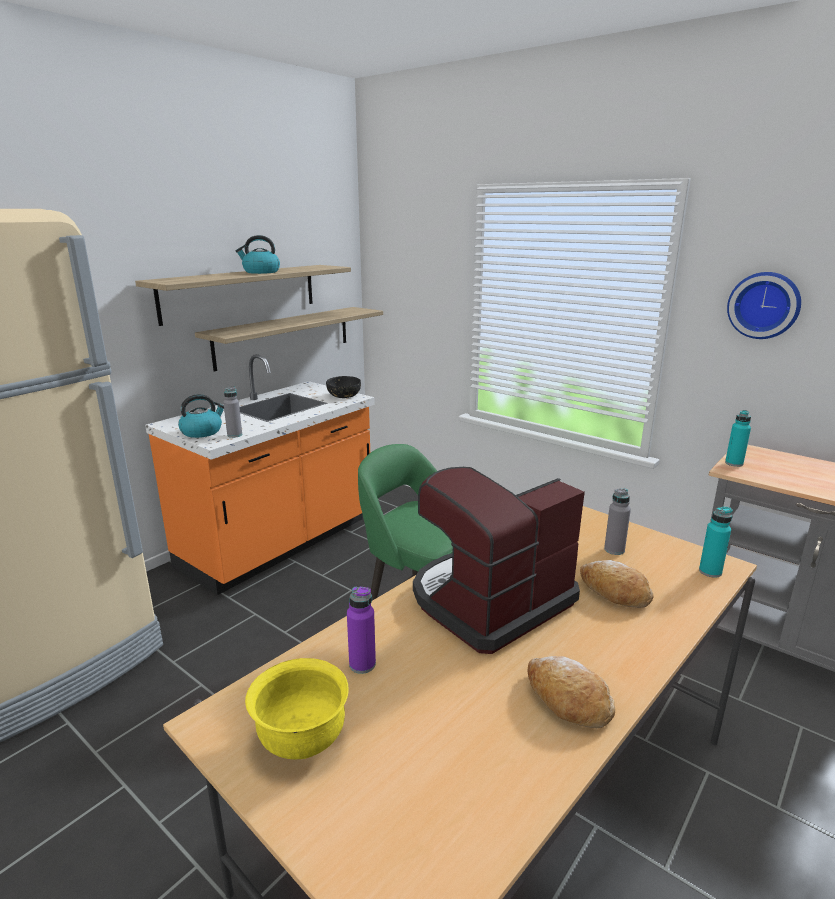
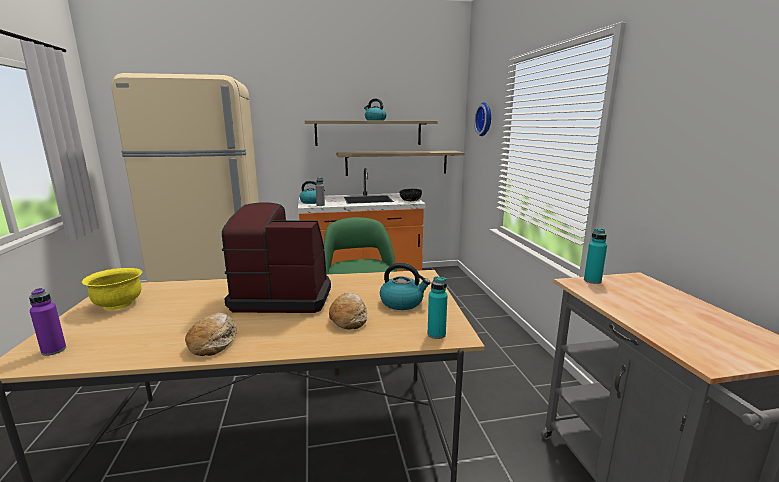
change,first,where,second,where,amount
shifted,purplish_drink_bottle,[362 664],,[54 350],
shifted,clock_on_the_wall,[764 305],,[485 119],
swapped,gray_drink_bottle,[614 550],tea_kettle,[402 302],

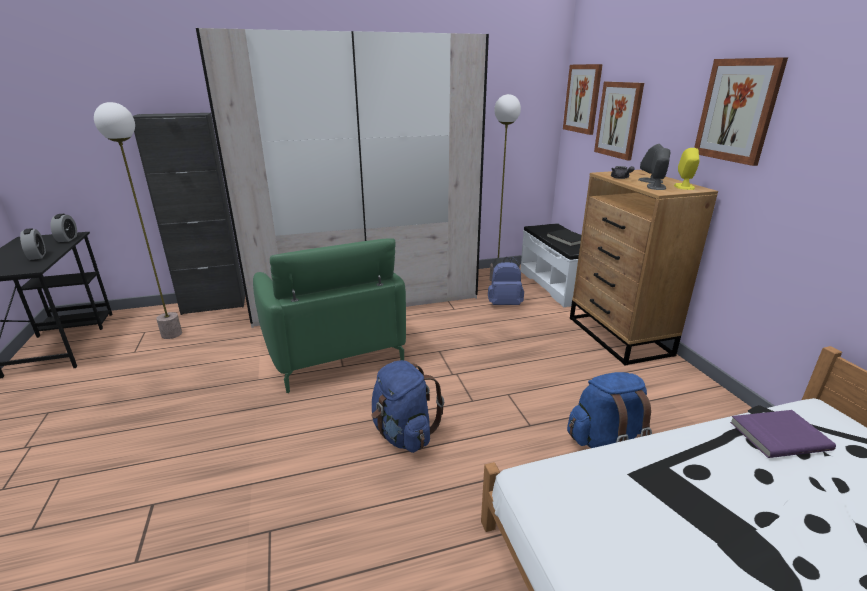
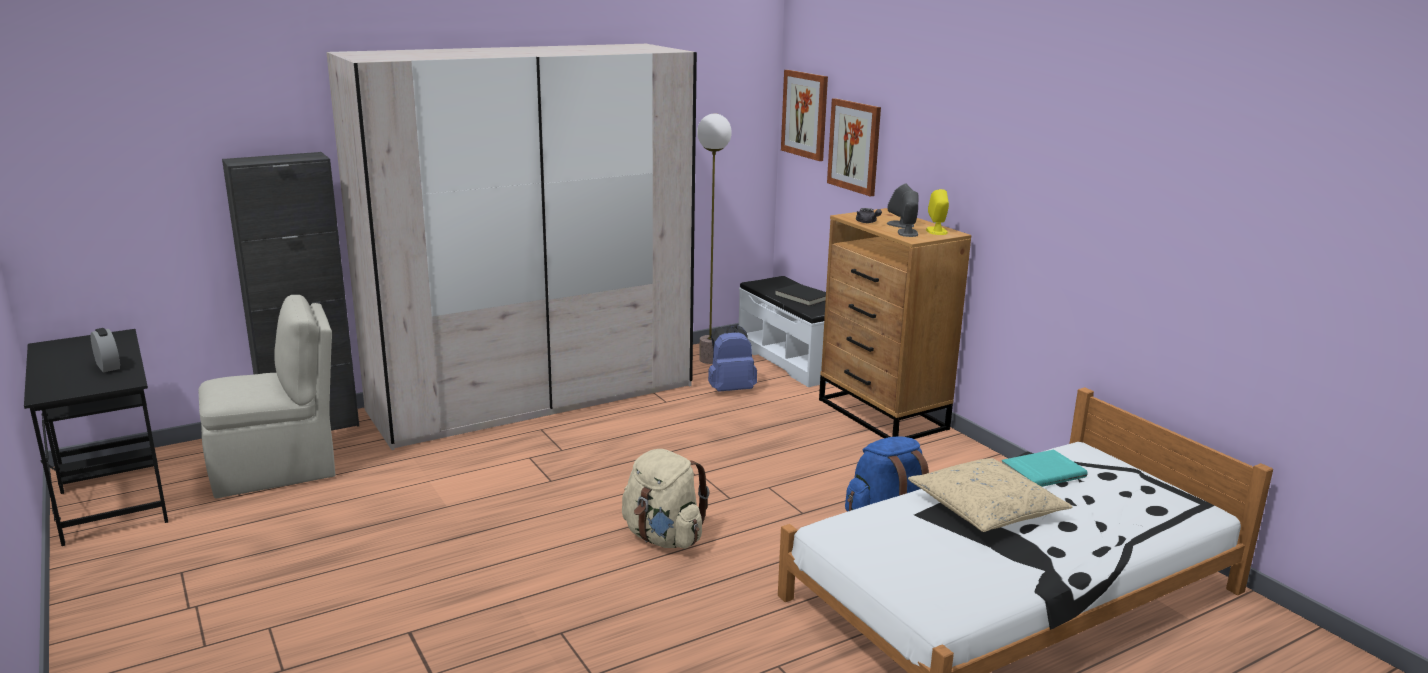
change,first,where,second,where,amount
gone,bedside_clock,[67 239],,,
gone,green_lounge_chair,[333 350],,,
gone,picture,[737 110],,,
new,,,beige_throw_pillow,[985 508],
swapped,floor_lamp,[172 334],beige_chair,[277 469],
repainted,bluish_rucksack,[403 434],beige_rucksack,[663 538],
repainted,purplish_bound_book,[778 435],blue-green_bound_book,[1042 471],

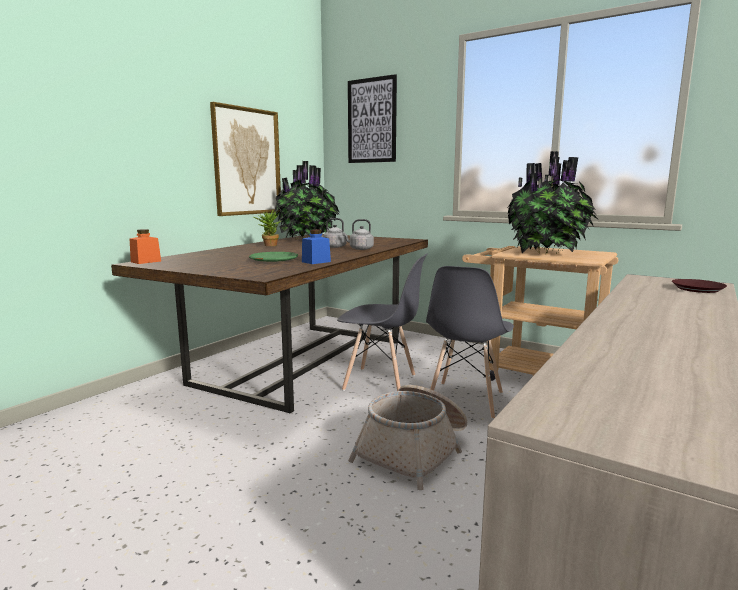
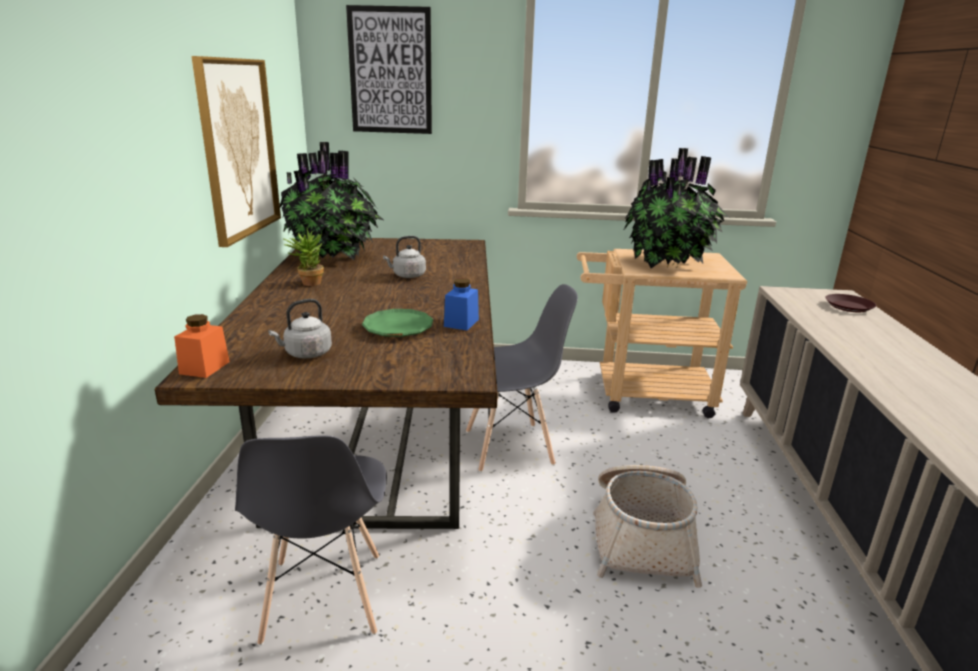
change,first,where,second,where,amount
shifted,gray_tea_kettle,[360 249],,[306 354],
shifted,gray_chair,[465 400],,[323 598],

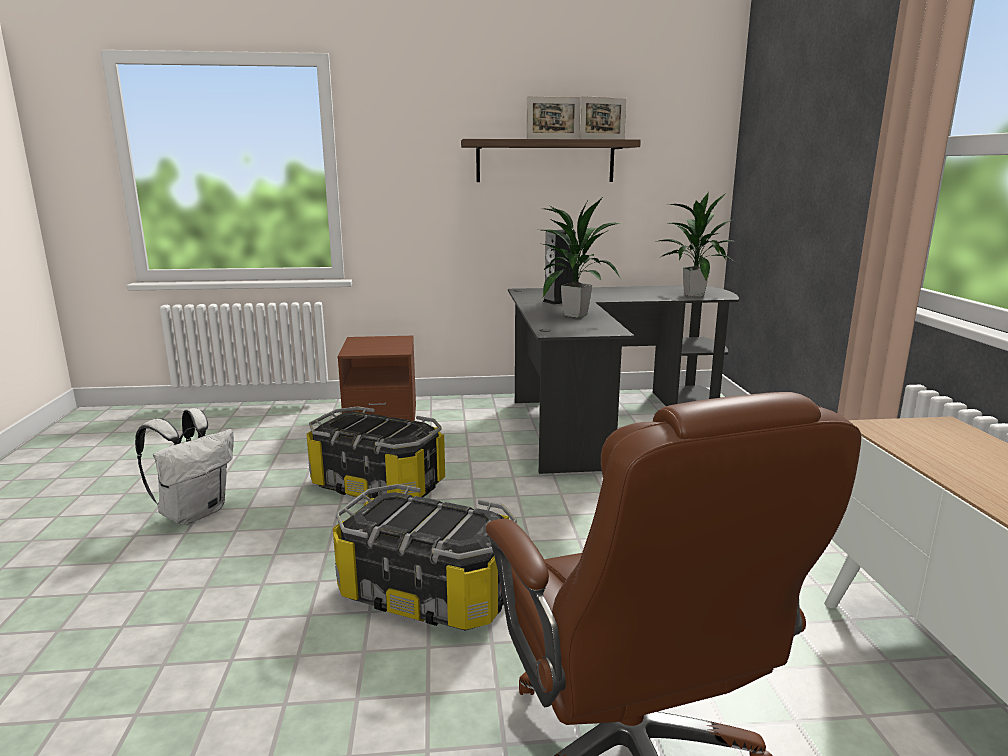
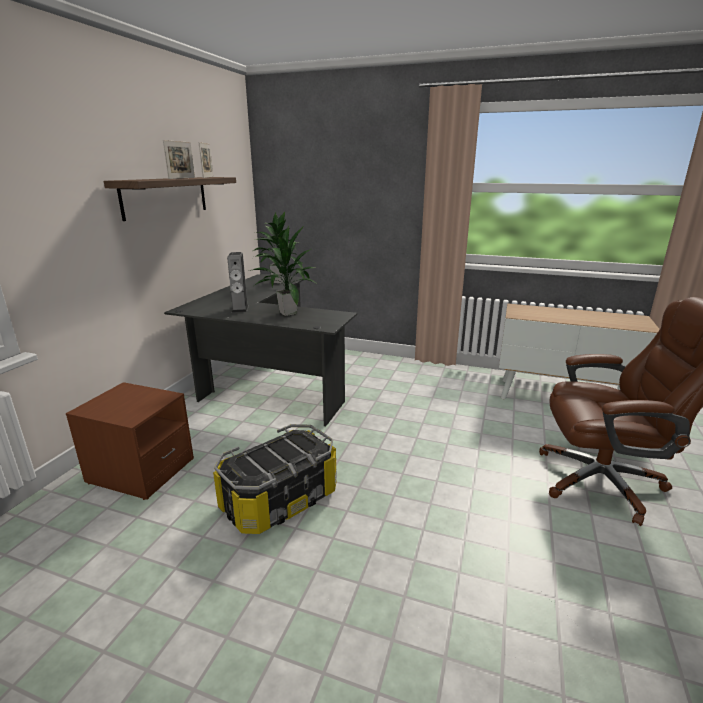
change,first,where,second,where,amount
gone,white-coloured_rucksack,[194 512],,,
gone,storage_container,[429 593],,,

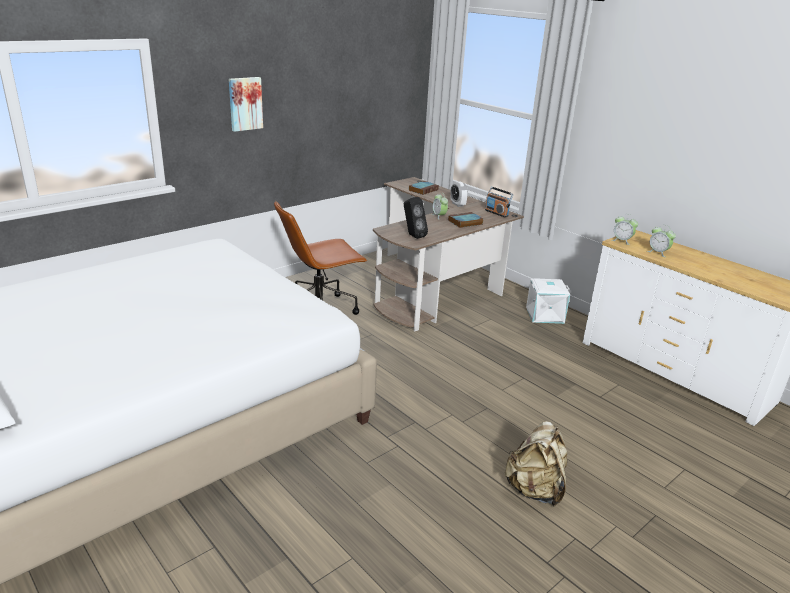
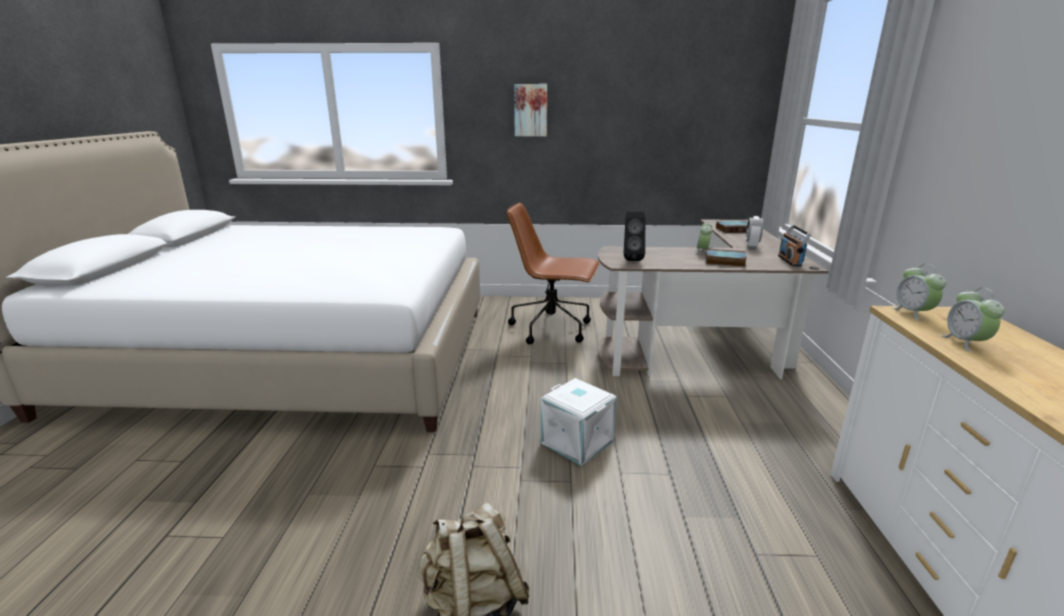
change,first,where,second,where,amount
shifted,white-coloured_storage_container,[545 314],,[578 442],

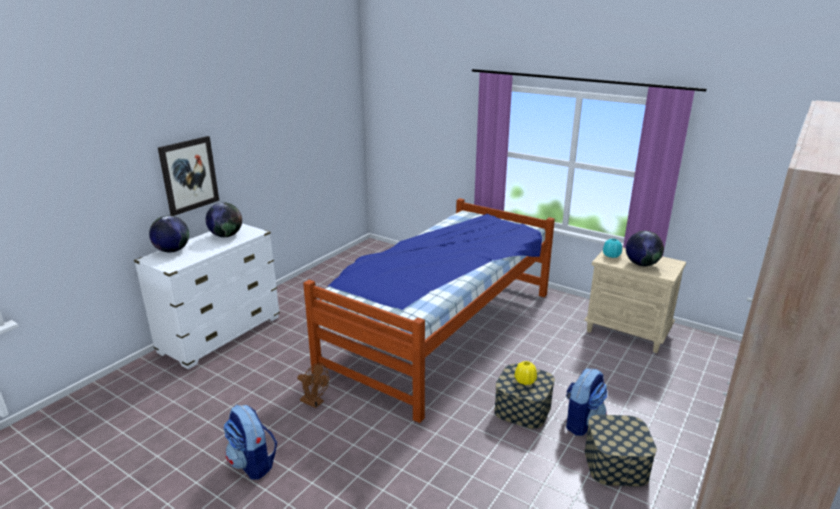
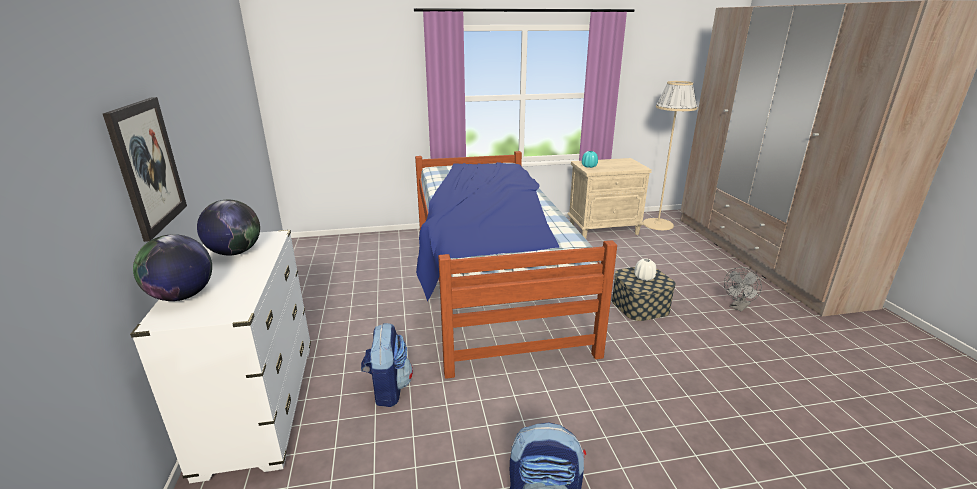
change,first,where,second,where,amount
gone,brown-coloured_cooling_fan,[315 402],,,
gone,desk_globe,[641 264],,,
new,,,beige_floor_lamp,[658 224],
shifted,rucksack,[582 422],,[388 389],
swapped,storage_container,[616 464],gray_cooling_fan,[738 307],
repainted,yellowish_flower_vase,[525 381],white-coloured_flower_vase,[644 278],

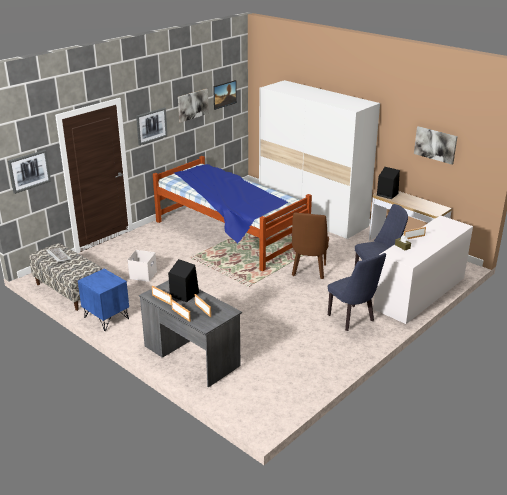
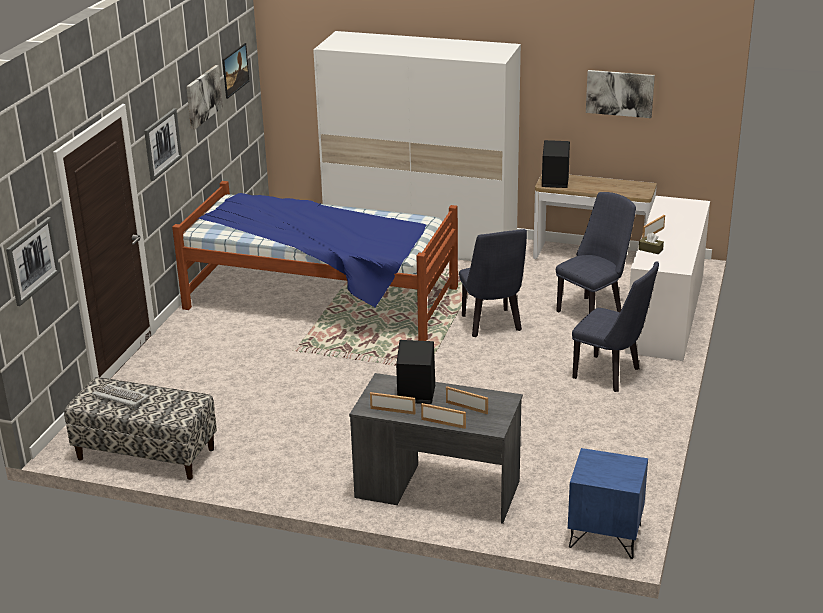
change,first,where,second,where,amount
gone,white-coloured_storage_container,[143 275],,,
shifted,bluish_night_table,[106 318],,[604 536],
repainted,brown-coloured_chair,[309 272],bluish_chair,[492 325],

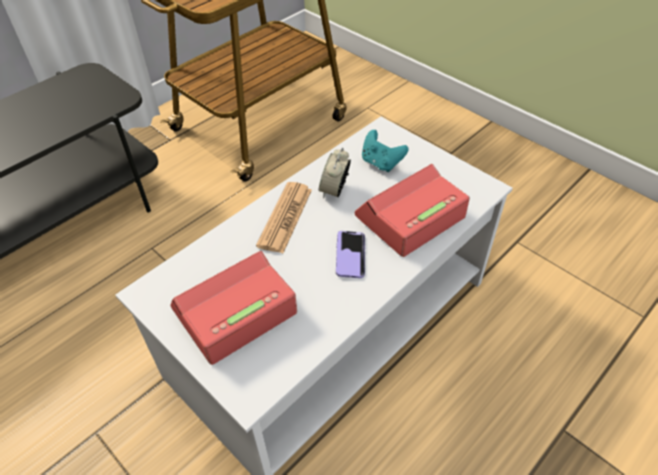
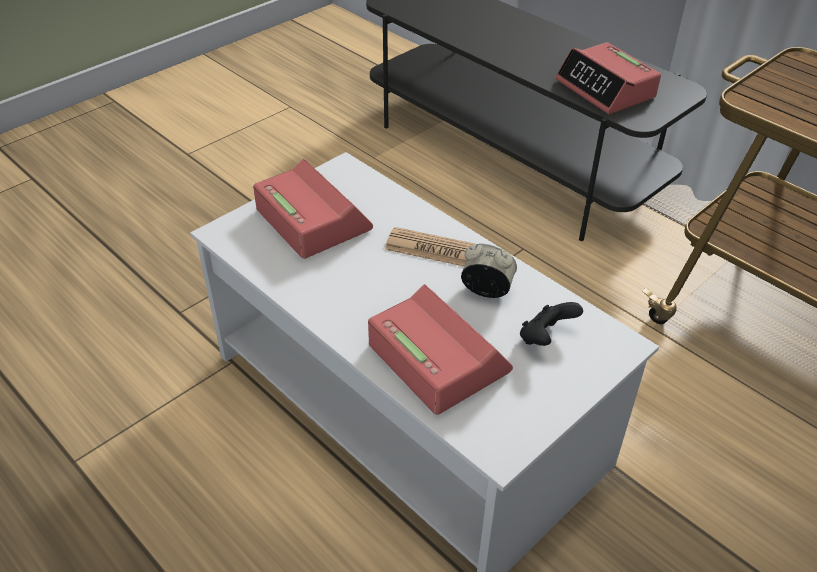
change,first,where,second,where,amount
gone,telephone,[350 255],,,
new,,,bedside_clock,[605 89],
repainted,blue-green_gamepad,[381 163],black-coloured_gamepad,[545 338],

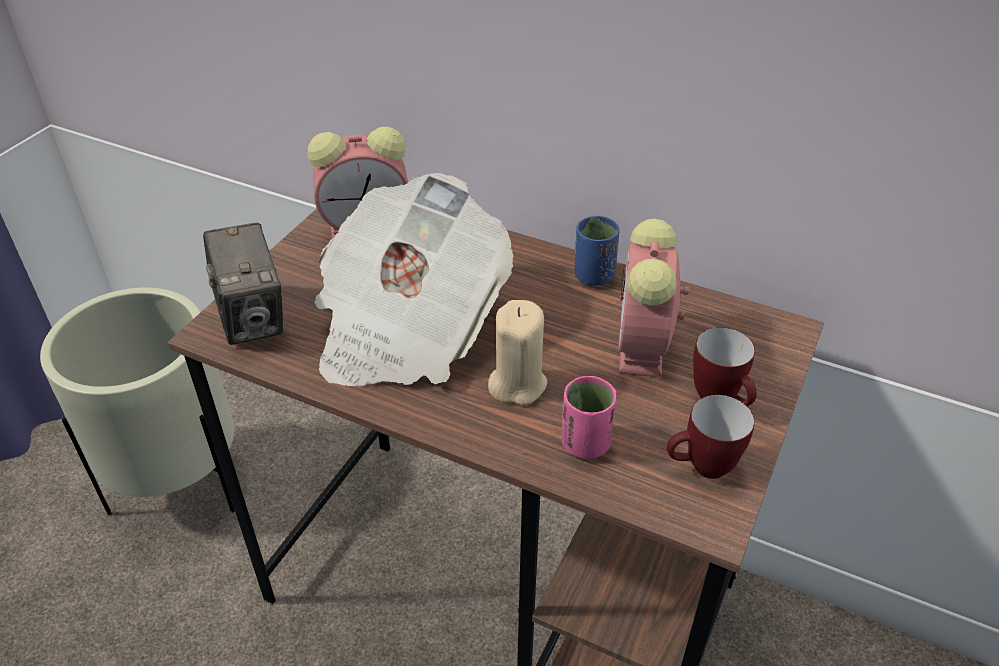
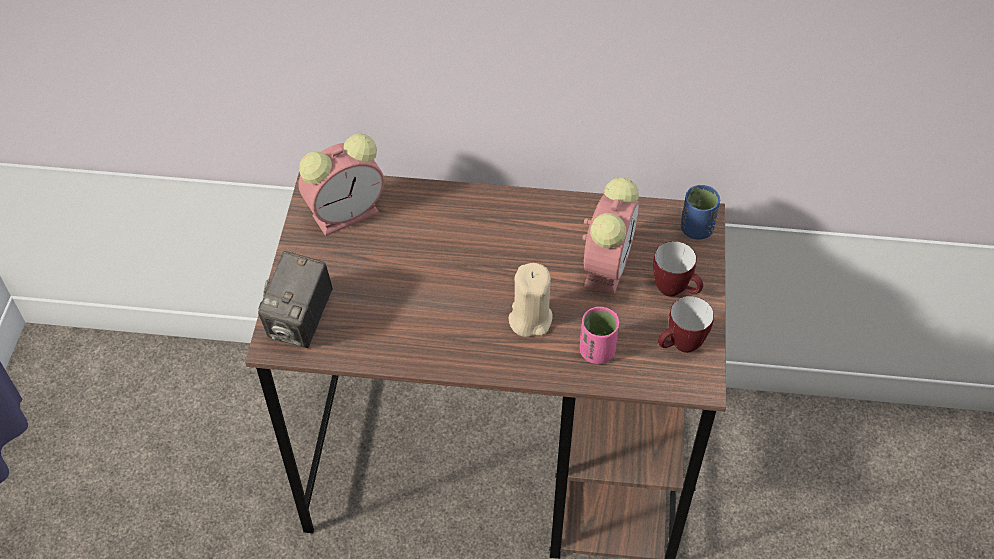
change,first,where,second,where,amount
gone,beige_planter,[179 483],,,
gone,newspaper,[407 326],,,
shifted,bluish_cup,[593 276],,[696 229],
rotated,still_camera,[253 319],,[301 322],60 degrees clockwise
rotated,bedside_clock,[642 350],,[607 264],150 degrees counterclockwise

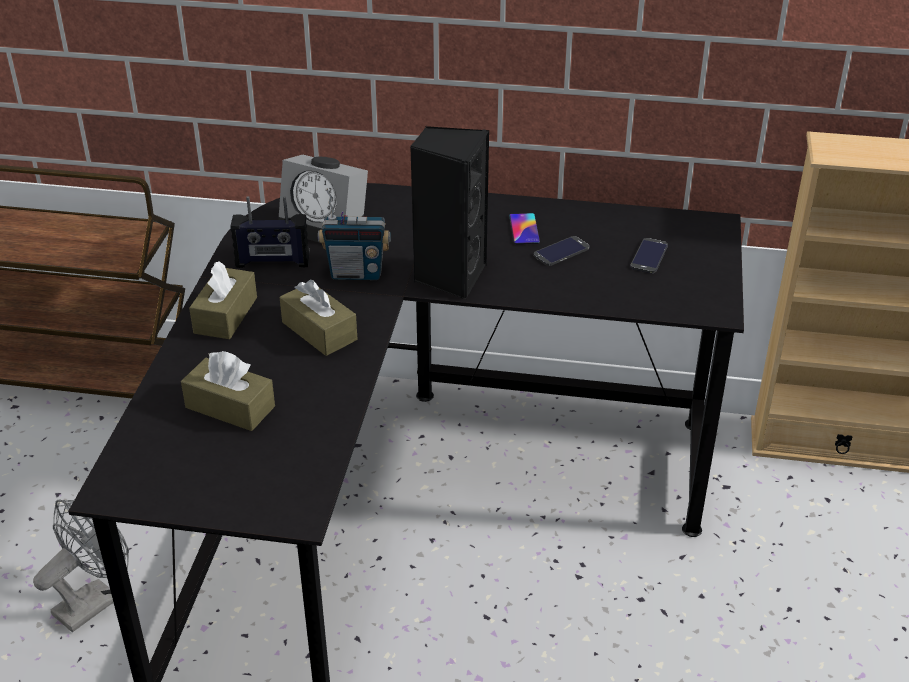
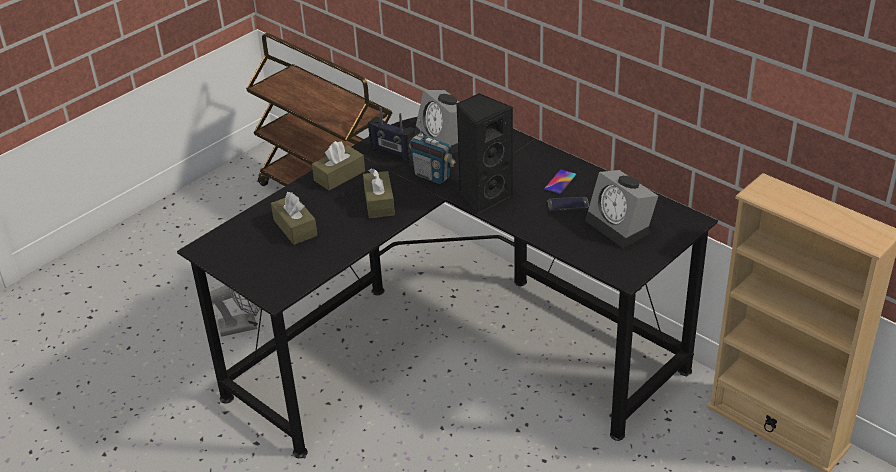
change,first,where,second,where,amount
swapped,telephone,[649 256],bedside_clock,[621 226],

